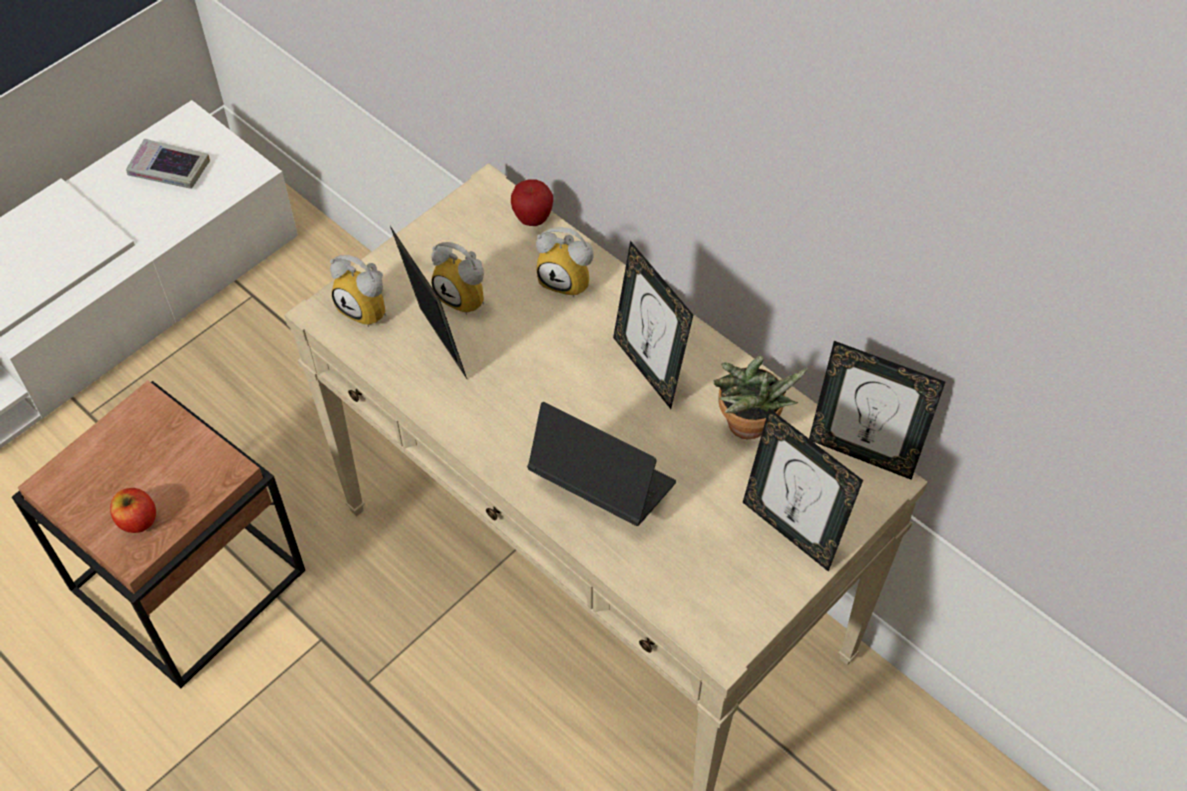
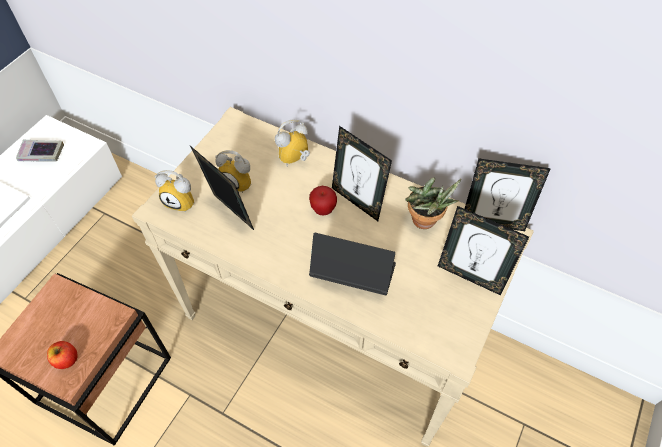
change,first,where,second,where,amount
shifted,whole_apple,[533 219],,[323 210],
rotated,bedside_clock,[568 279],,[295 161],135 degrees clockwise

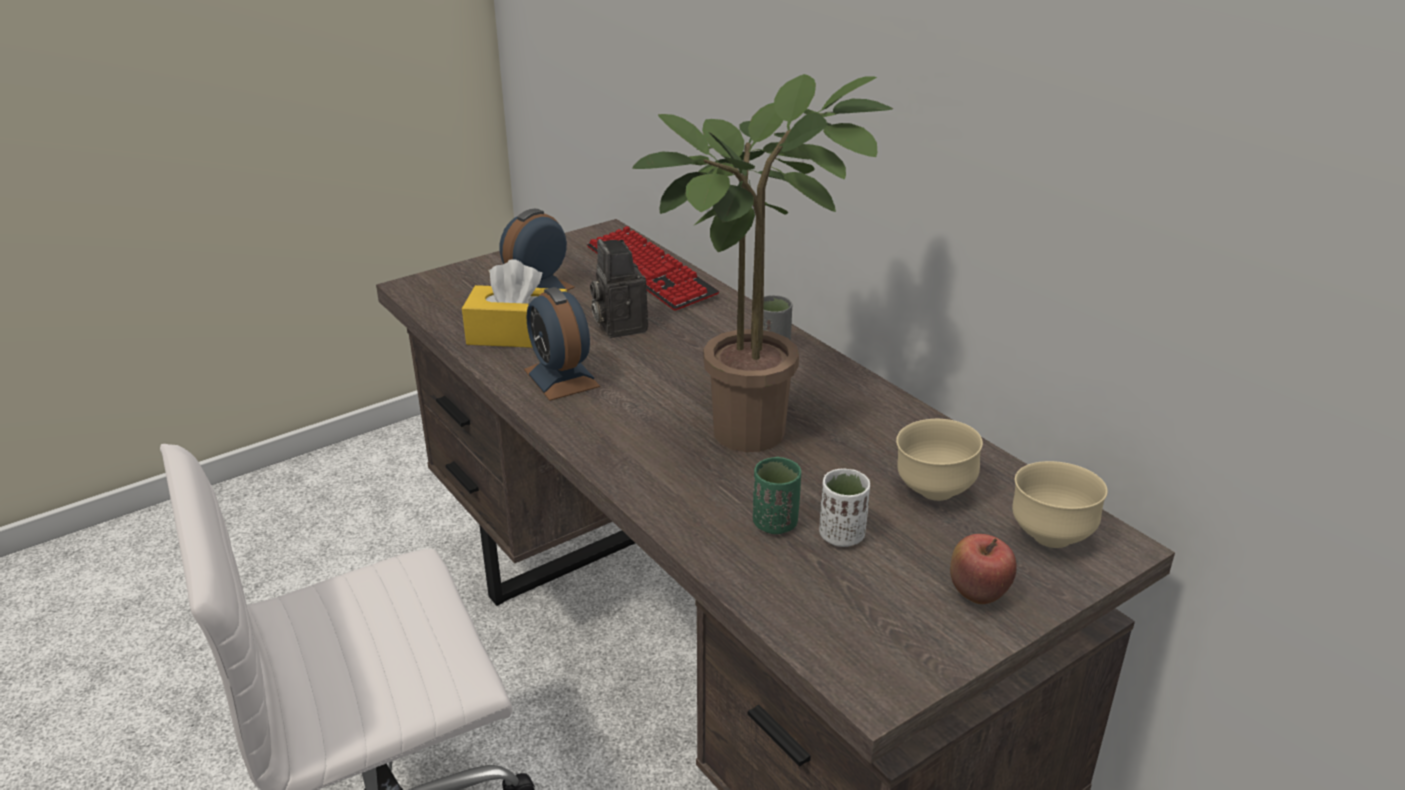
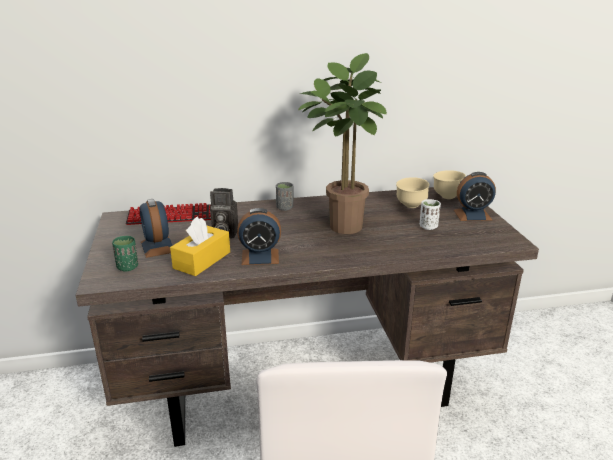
change,first,where,second,where,amount
shifted,green_cup,[775 523],,[127 267],
swapped,whole_apple,[977 595],bedside_clock,[472 215],

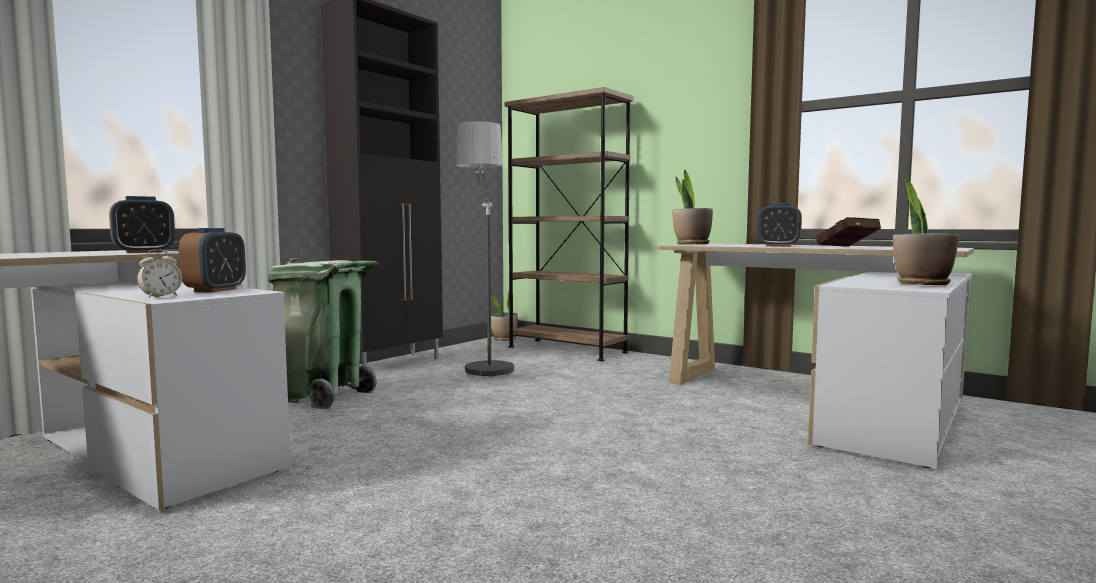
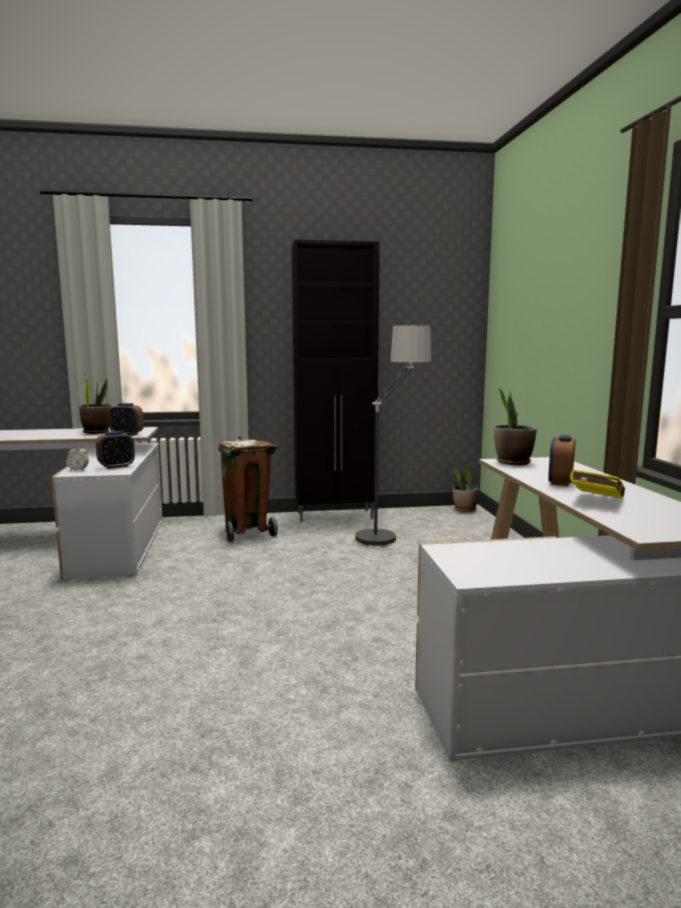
change,first,where,second,where,amount
gone,brown-coloured_bookcase,[567 349],,,
shifted,potted_plant,[922 284],,[97 432],
repainted,green_rubbish_bin,[325 397],brown-coloured_rubbish_bin,[247 532],
repainted,red-coloured_bound_book,[847 247],yellowish_bound_book,[595 502],
rotated,bedside_clock,[778 246],,[560 482],45 degrees clockwise

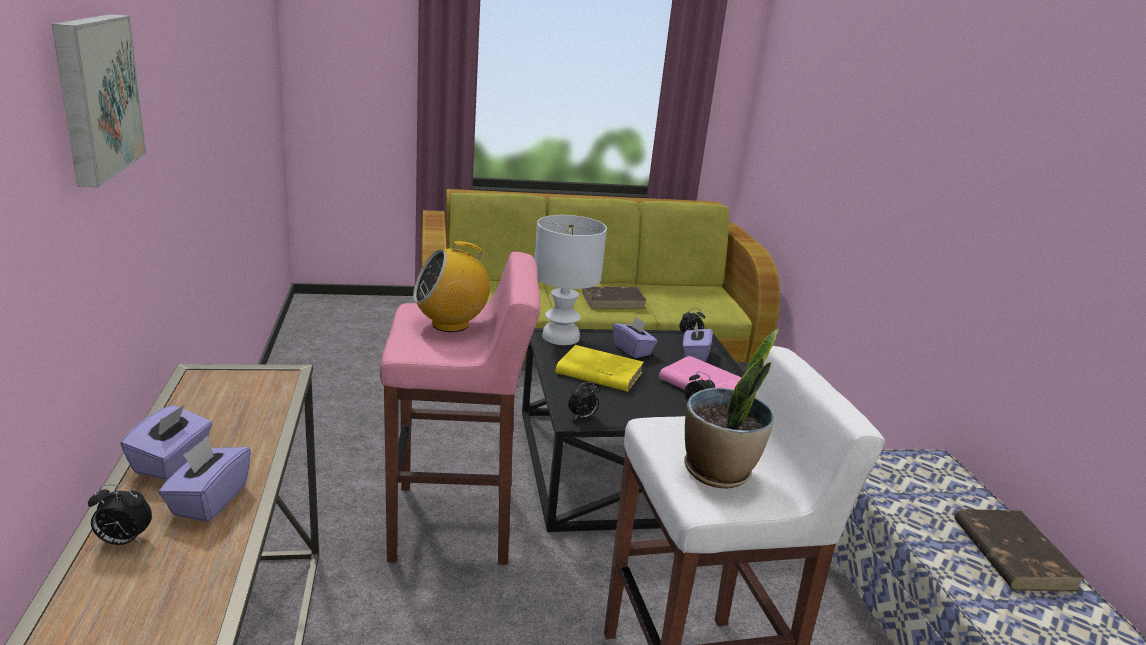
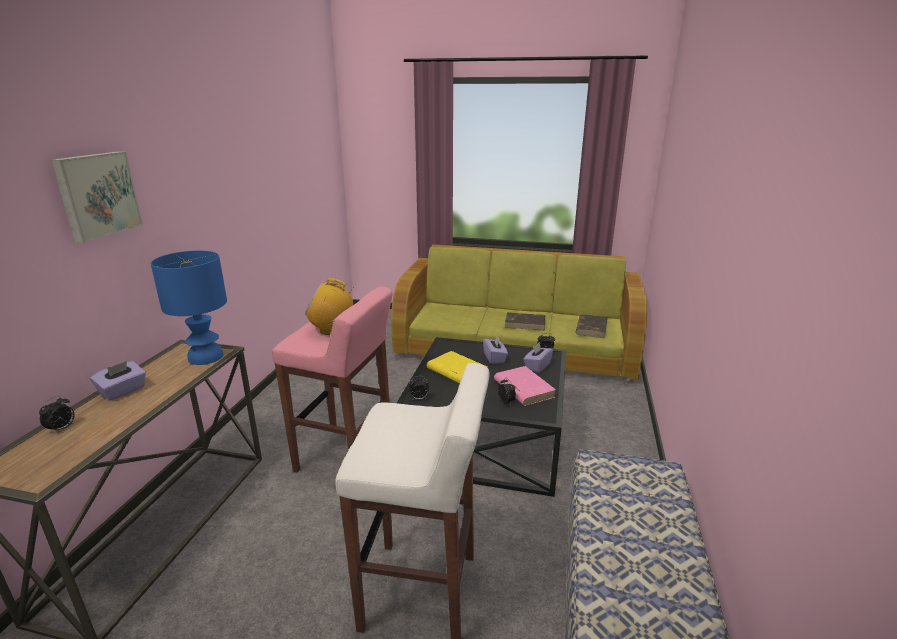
change,first,where,second,where,amount
gone,purplish_tissue_box,[208 500],,,
gone,white-coloured_tabletop_lamp,[562 337],,,
gone,potted_plant,[718 472],,,
new,,,bluish_tabletop_lamp,[205 357],
shifted,brown-coloured_bound_book,[1012 553],,[591 328],
rotated,bedside_clock,[123 541],,[62 429],90 degrees counterclockwise

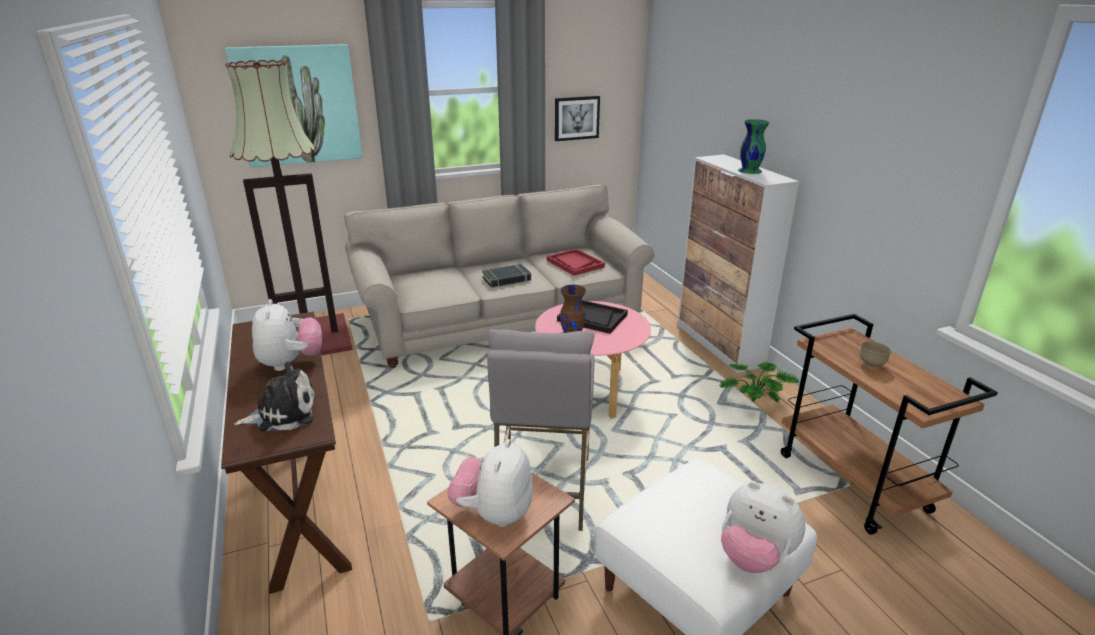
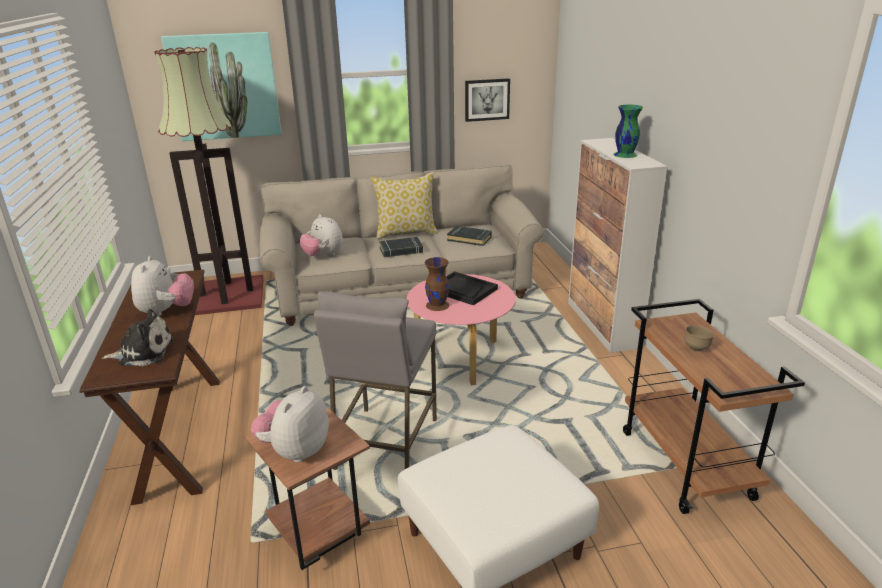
change,first,where,second,where,amount
gone,potted_plant,[754 404],,,
new,,,throw_pillow,[406 232],
shifted,cuddly_toy,[754 557],,[323 255],
swapped,red-coloured_carrying_tray,[575 263],black-coloured_bound_book,[469 239],

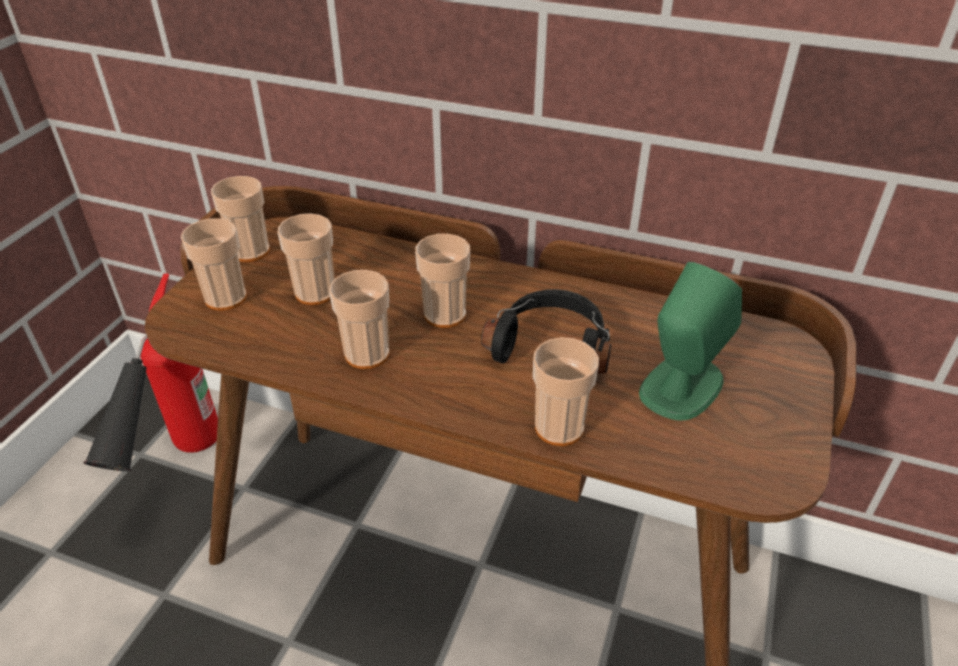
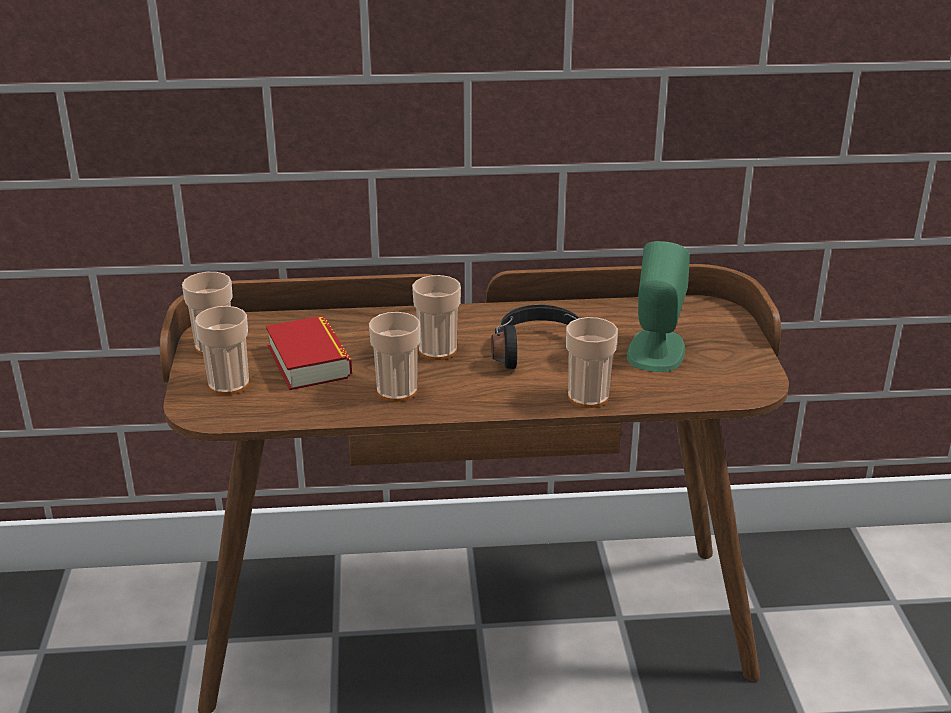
change,first,where,second,where,amount
gone,extinguisher,[178 470],,,
swapped,cup,[315 292],bound_book,[309 362],

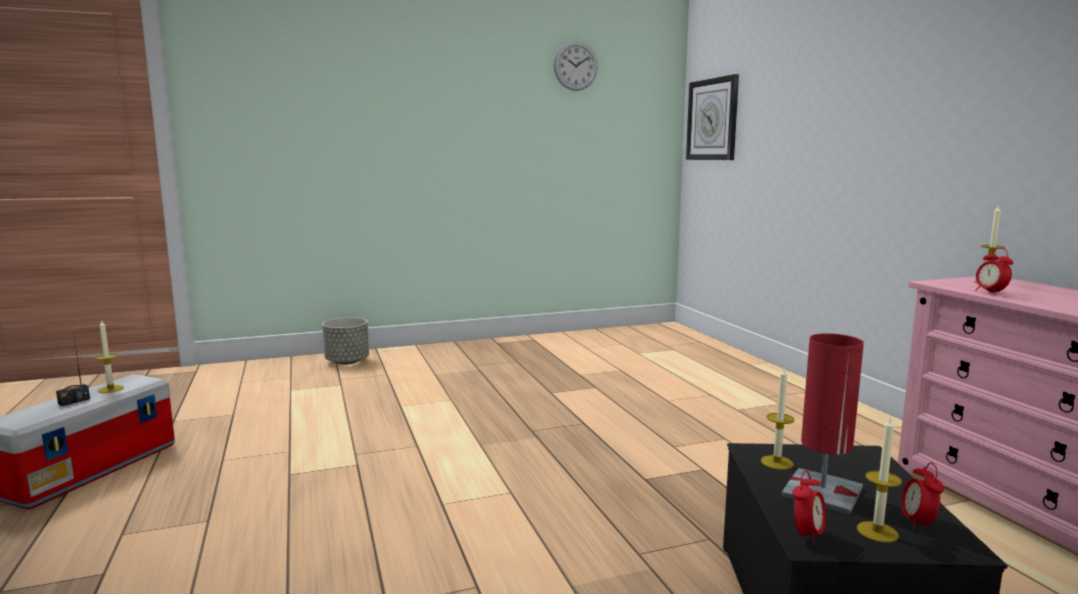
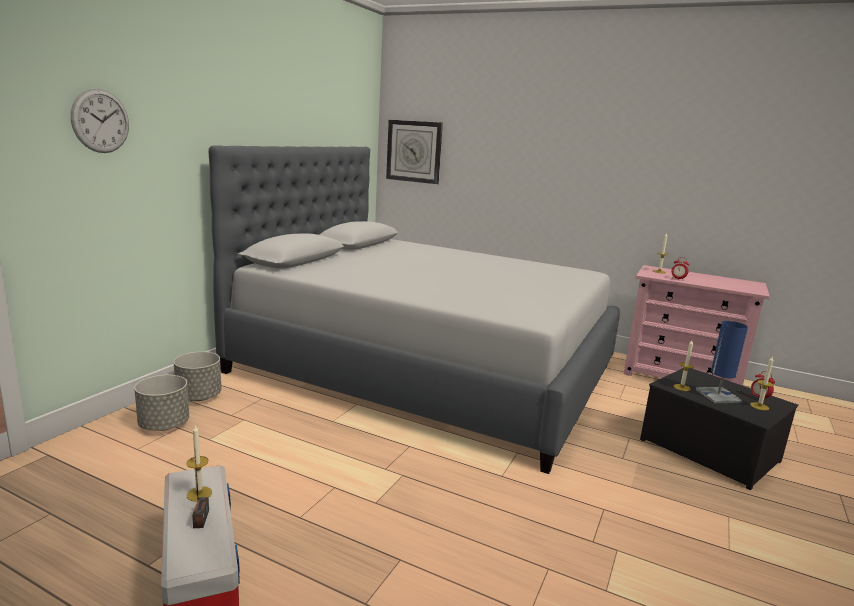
change,first,where,second,where,amount
gone,bedside_clock,[807 535],,,
new,,,gray_planter,[164 425],
new,,,gray_bedroom_bed,[426 369],
shifted,clock_on_the_wall,[575 66],,[100 121],
repainted,red-coloured_tabletop_lamp,[822 492],bluish_tabletop_lamp,[718 396],

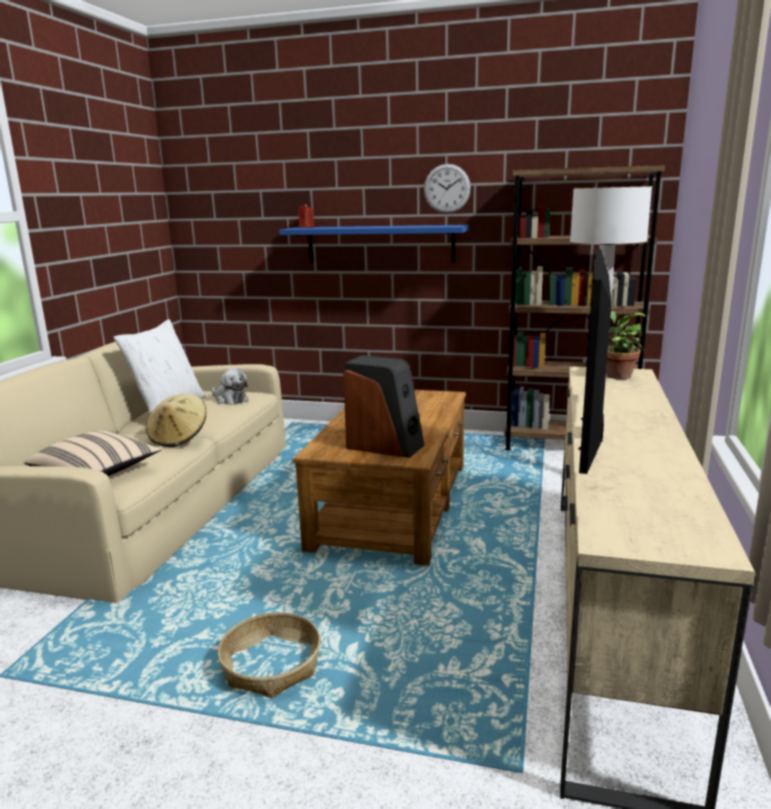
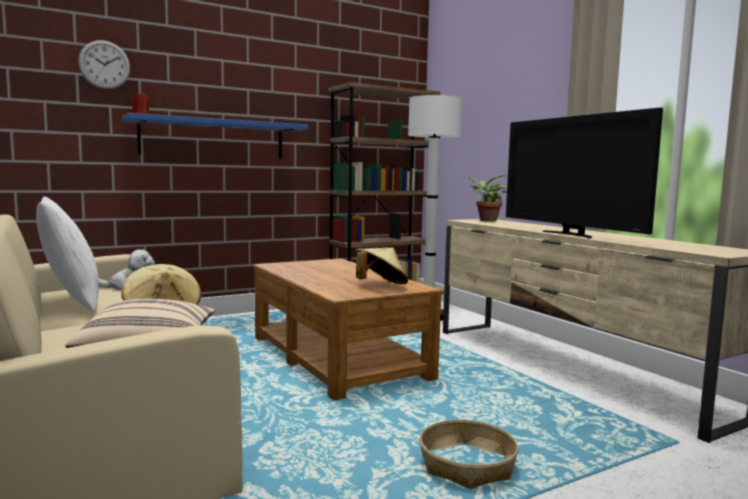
change,first,where,second,where,amount
shifted,clock_on_the_wall,[447 188],,[104 64],
swapped,speaker,[385 446],beige_clothing_hat,[380 286],

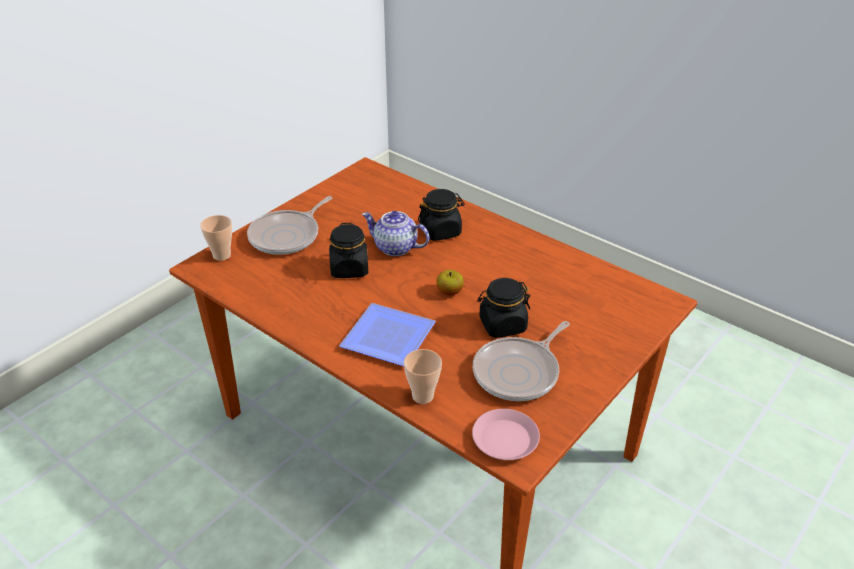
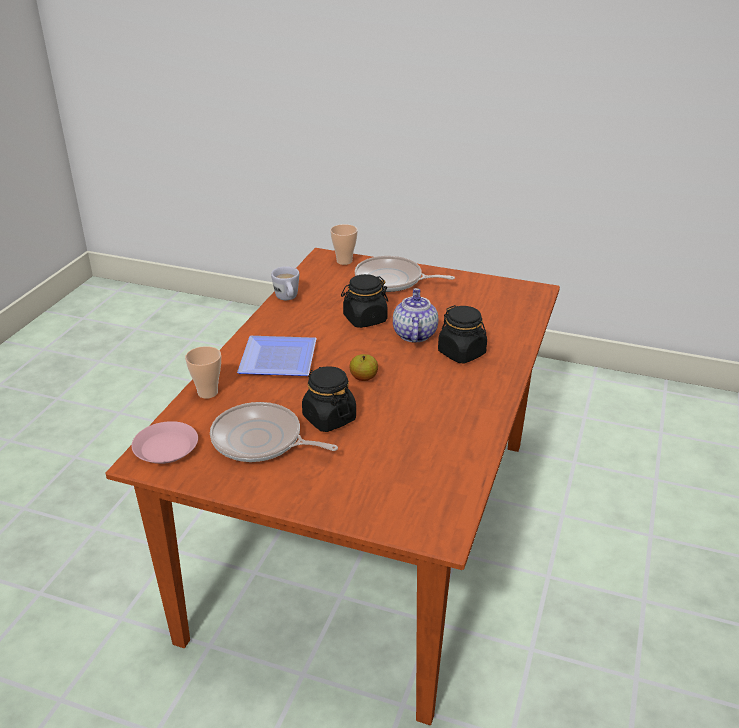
change,first,where,second,where,amount
new,,,white-coloured_mug,[287 299],

